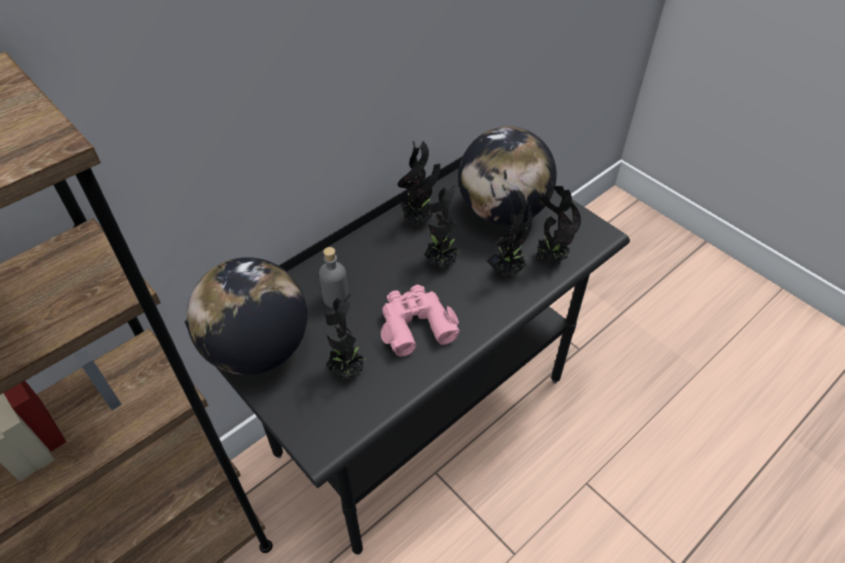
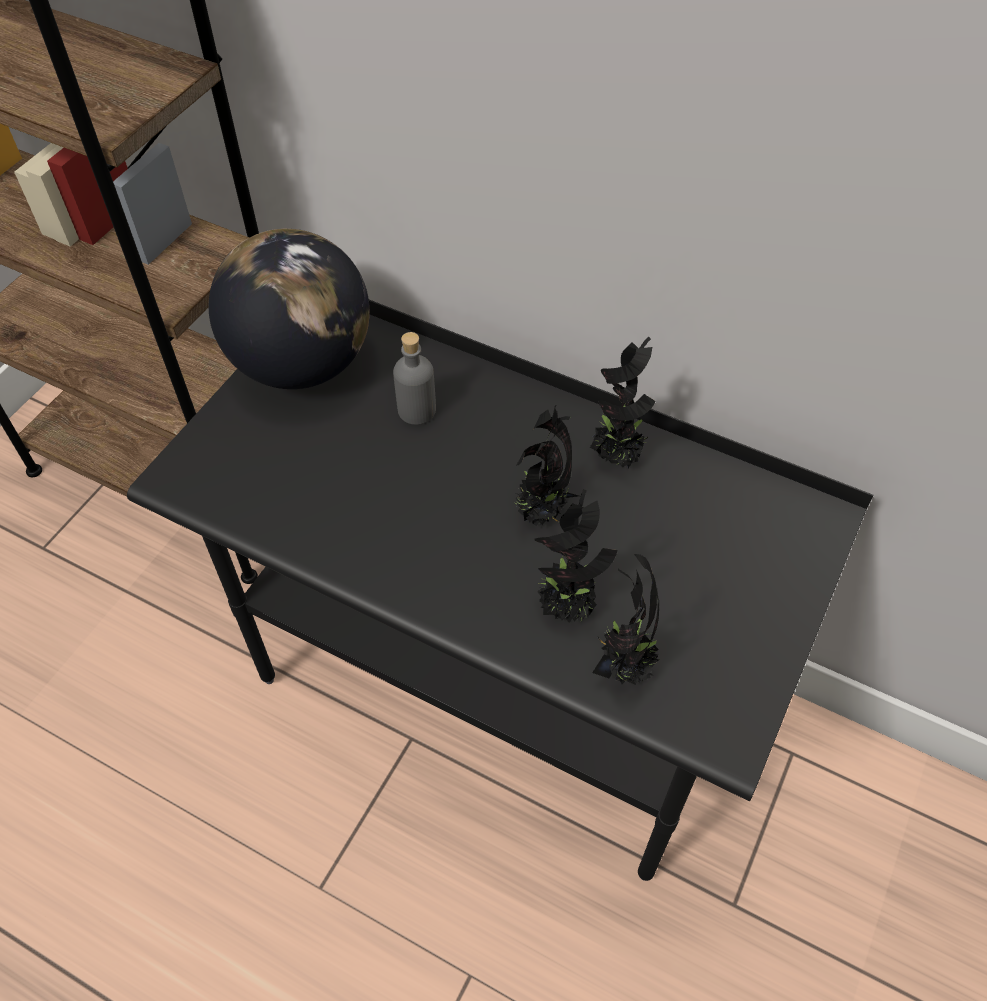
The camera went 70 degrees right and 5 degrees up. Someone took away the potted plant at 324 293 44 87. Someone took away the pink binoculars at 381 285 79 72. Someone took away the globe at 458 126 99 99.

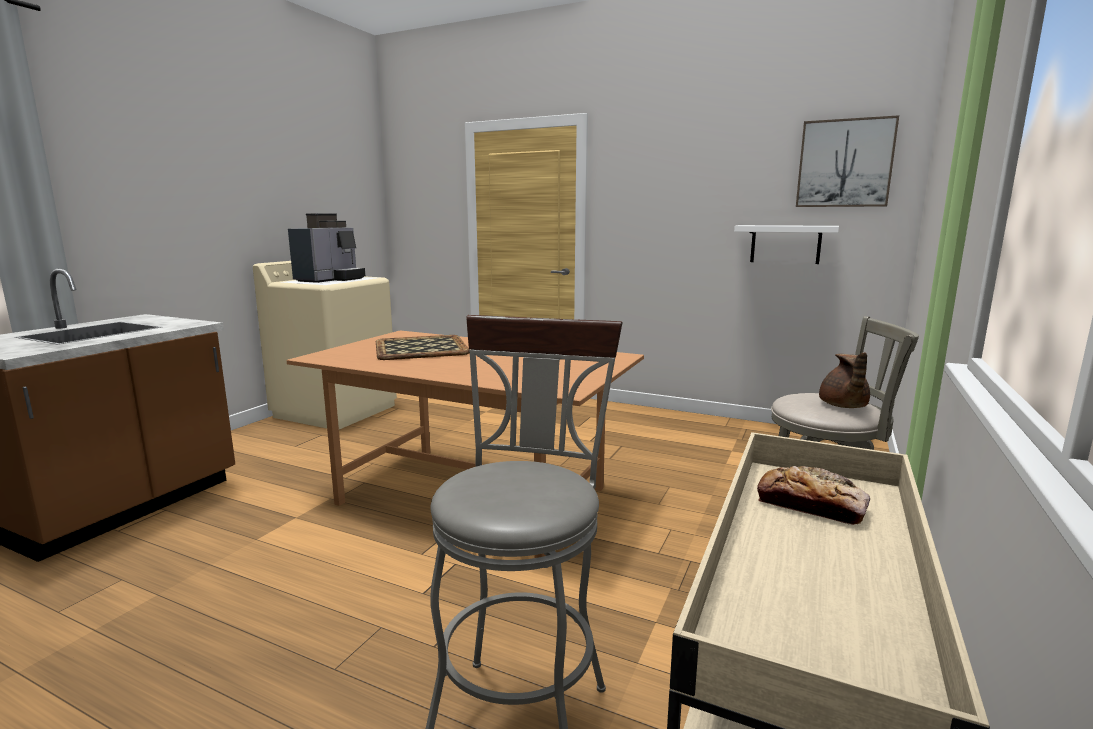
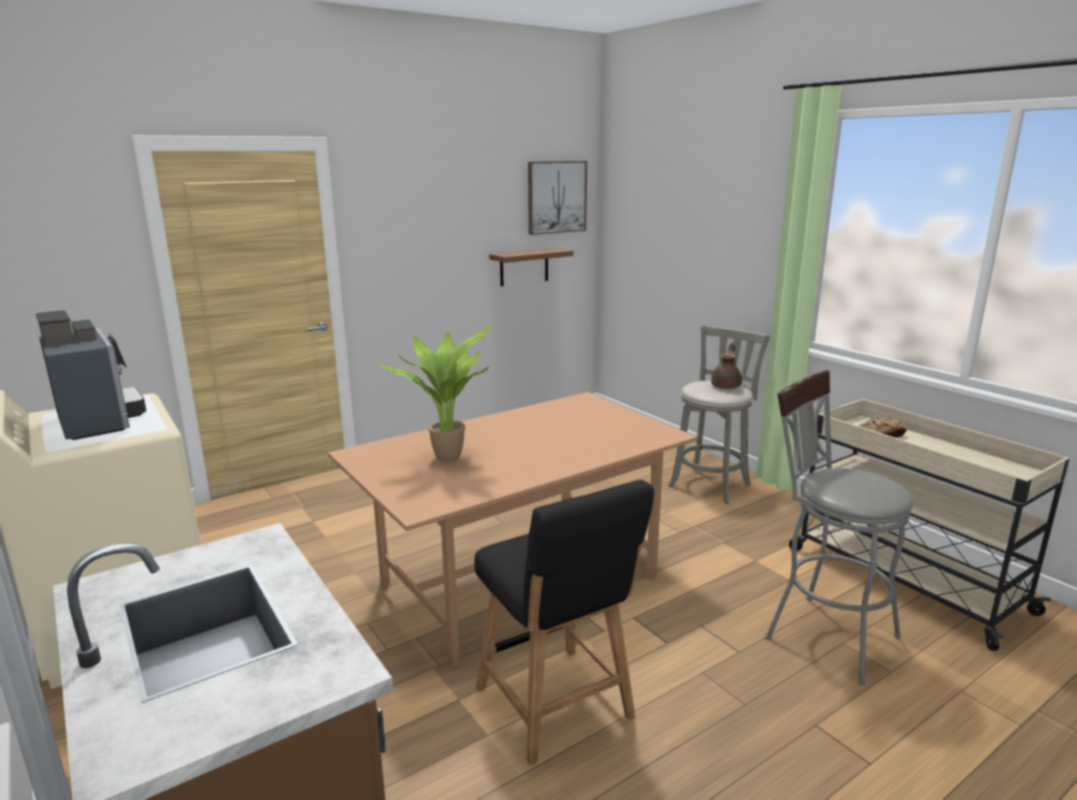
The camera went 60 degrees left and 5 degrees up. Someone swapped the tray at 376 335 94 25 for the potted plant at 380 322 113 140. Someone repainted the white shelf at 734 225 105 39, which became the brown shelf at 489 248 85 38. Someone rotated the brown teapot at 819 352 51 56 by 105 degrees counterclockwise. Someone put down the black chair at 474 480 180 286.

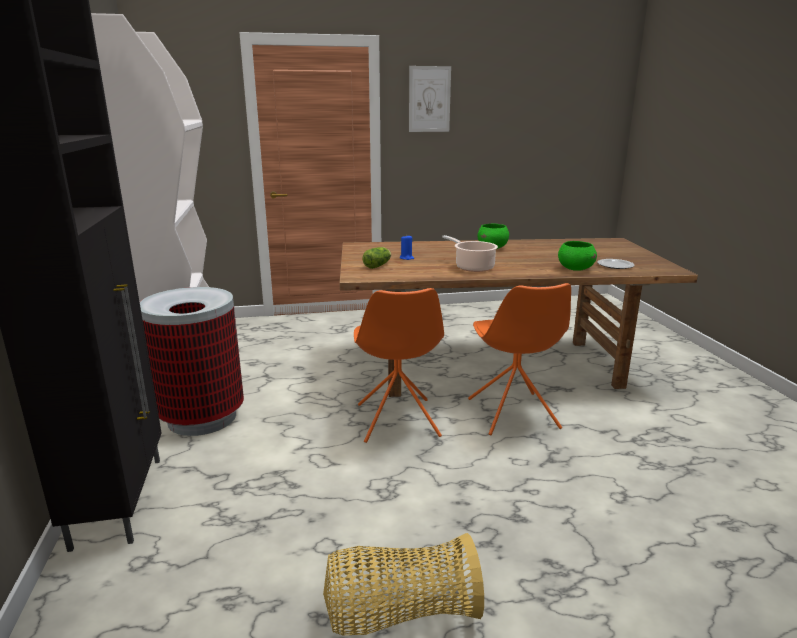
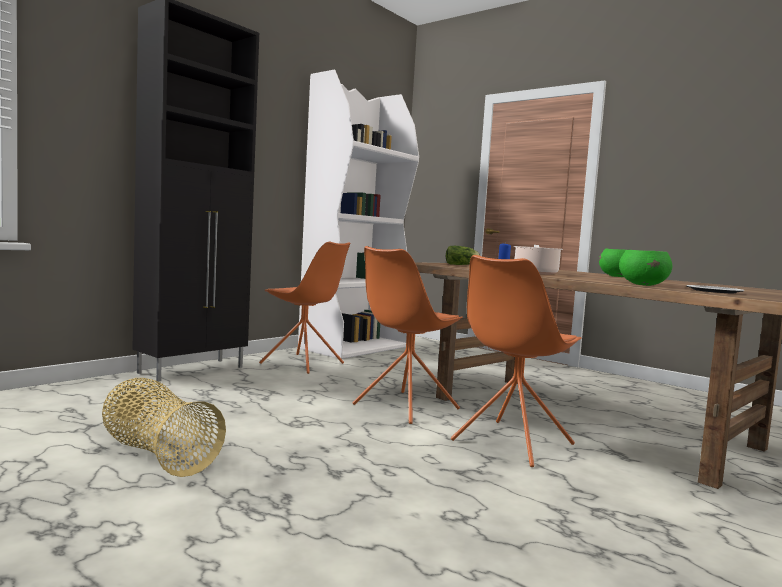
The camera went 50 degrees right and 15 degrees down. Someone swapped the trash can at 140 287 104 149 for the orange chair at 259 242 92 132. Someone took away the picture at 409 66 42 66.

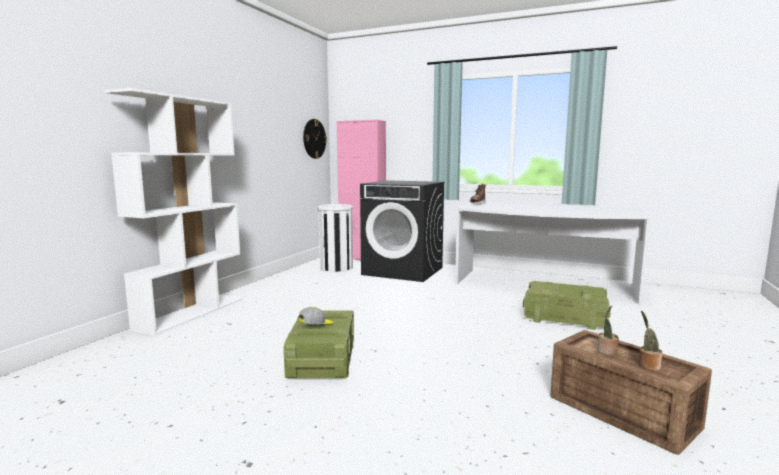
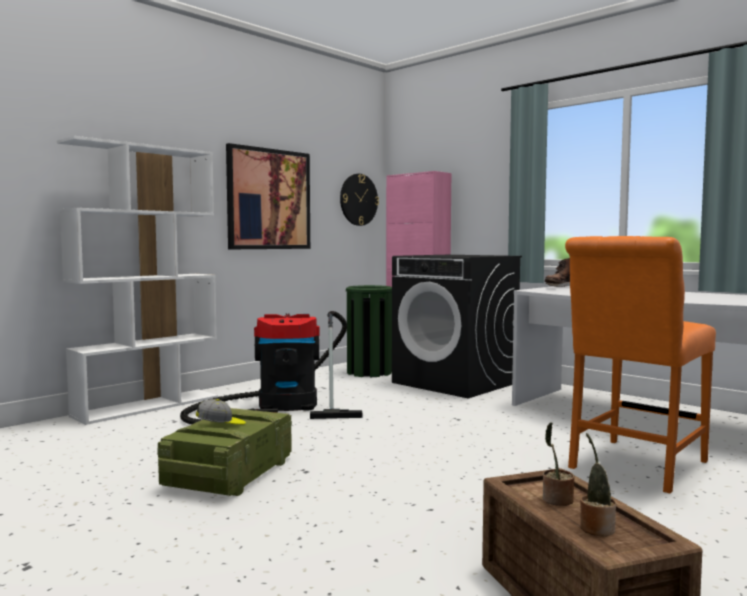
The camera went 20 degrees right and 5 degrees down. Someone repainted the white trash can at 317 204 36 68, which became the green trash can at 346 285 46 92. Someone swapped the crate at 523 281 88 49 for the orange chair at 565 236 151 257. Someone put down the vacuum cleaner at 180 311 182 114. Someone put up the picture at 226 143 84 106.

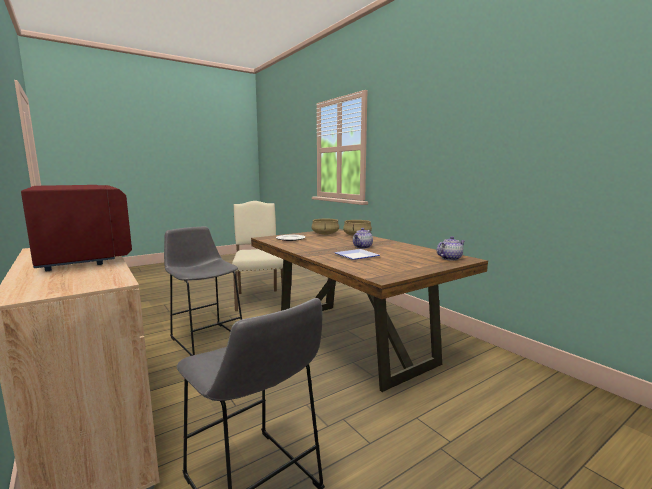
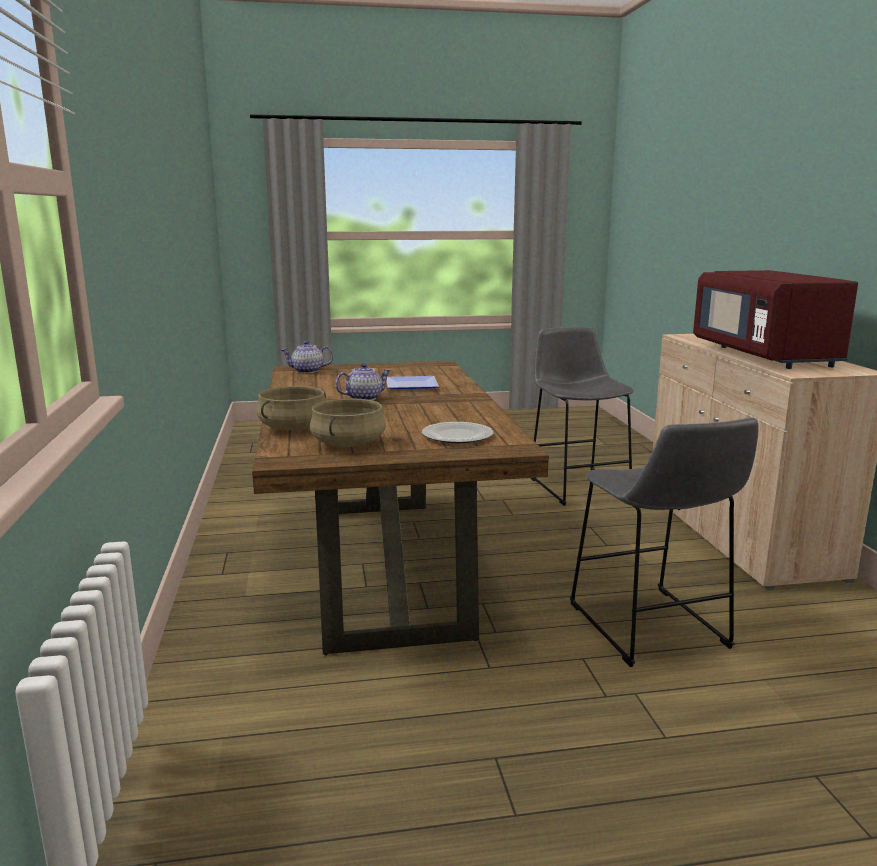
The camera went 155 degrees left and 5 degrees up. Someone took away the beige chair at 232 201 51 110.

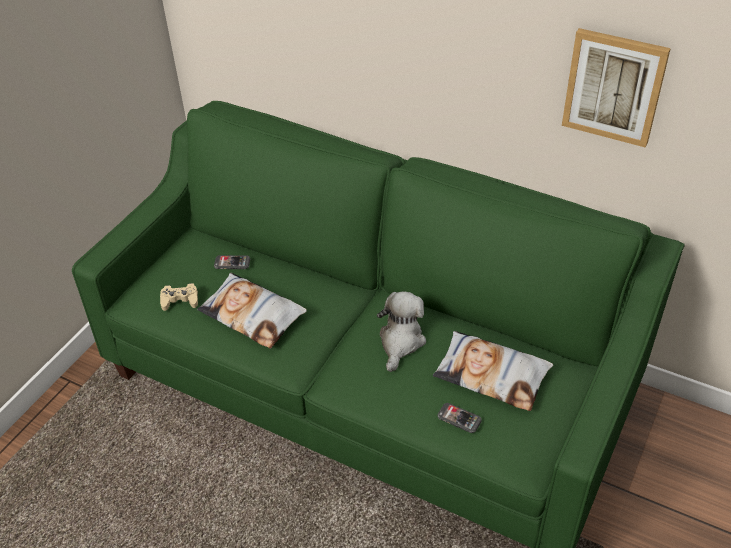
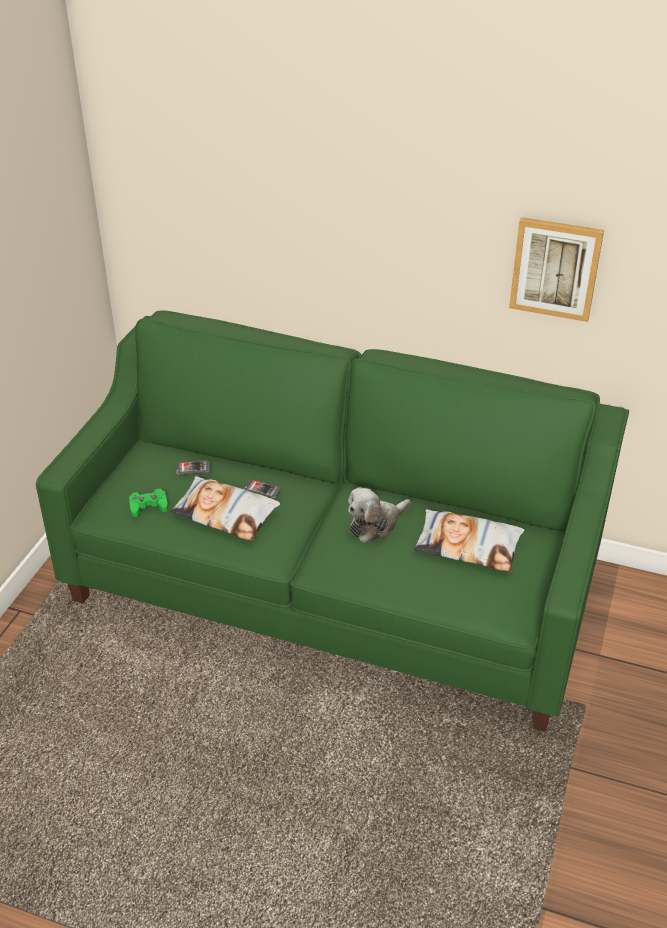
The camera went 10 degrees left and 5 degrees down. Someone repainted the beige game controller at 160 283 38 28, which became the green game controller at 129 488 39 29. Someone rotated the plush toy at 377 291 49 81 by 135 degrees counterclockwise. Someone carried the phone from 437 403 45 30 to 243 479 38 20.

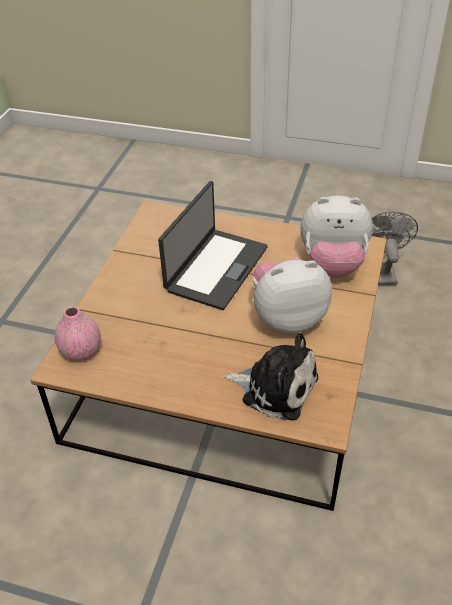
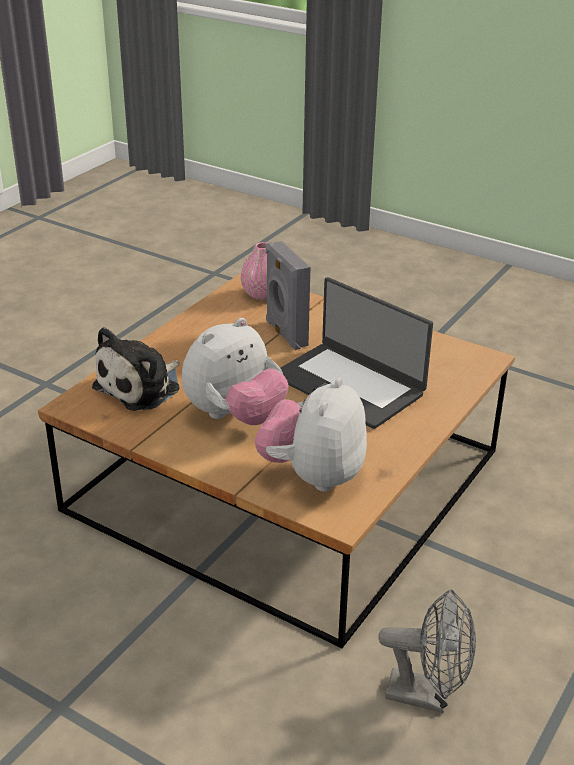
The camera went 105 degrees right and 10 degrees down. Someone rotated the plush toy at 252 257 80 76 by 45 degrees clockwise. Someone put down the grey speaker at 266 241 44 109.

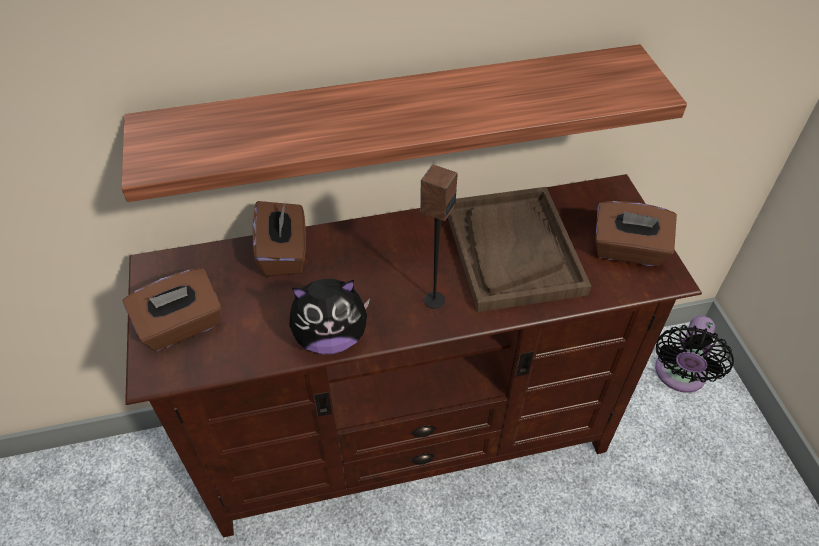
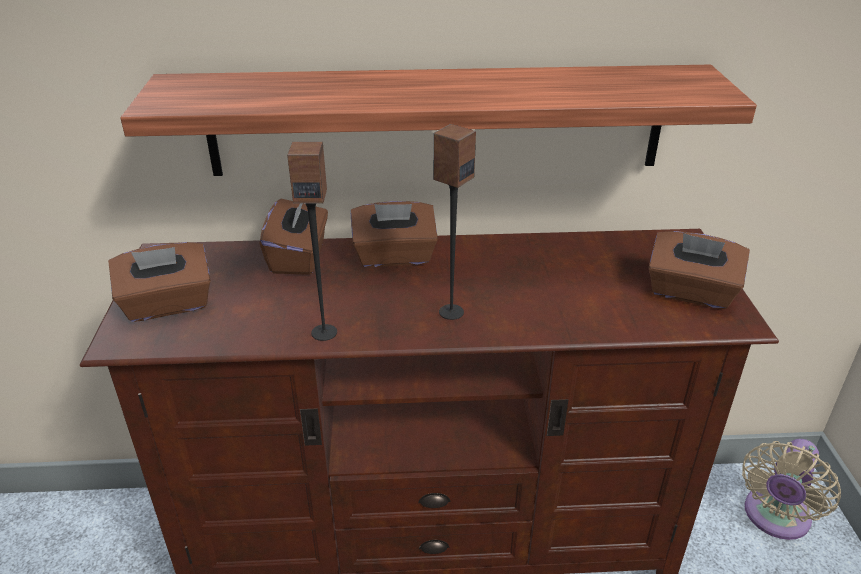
The camera went 10 degrees right and 15 degrees down. Someone swapped the plush toy at 290 279 80 75 for the speaker at 287 141 50 200. Someone took away the brown tray at 448 187 143 125. Someone repainted the black fan at 655 316 79 77, which became the beige fan at 742 439 99 101. Someone put down the brown tissue box at 351 201 87 66.

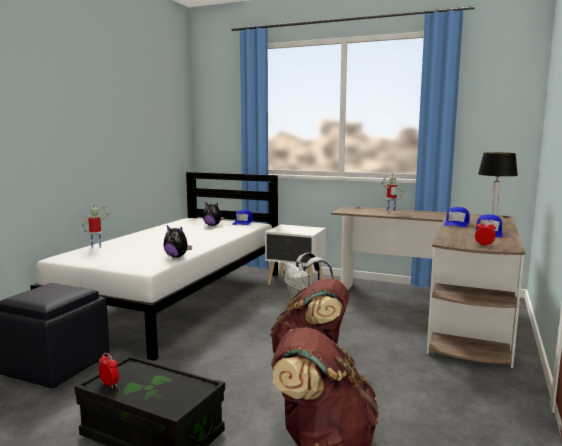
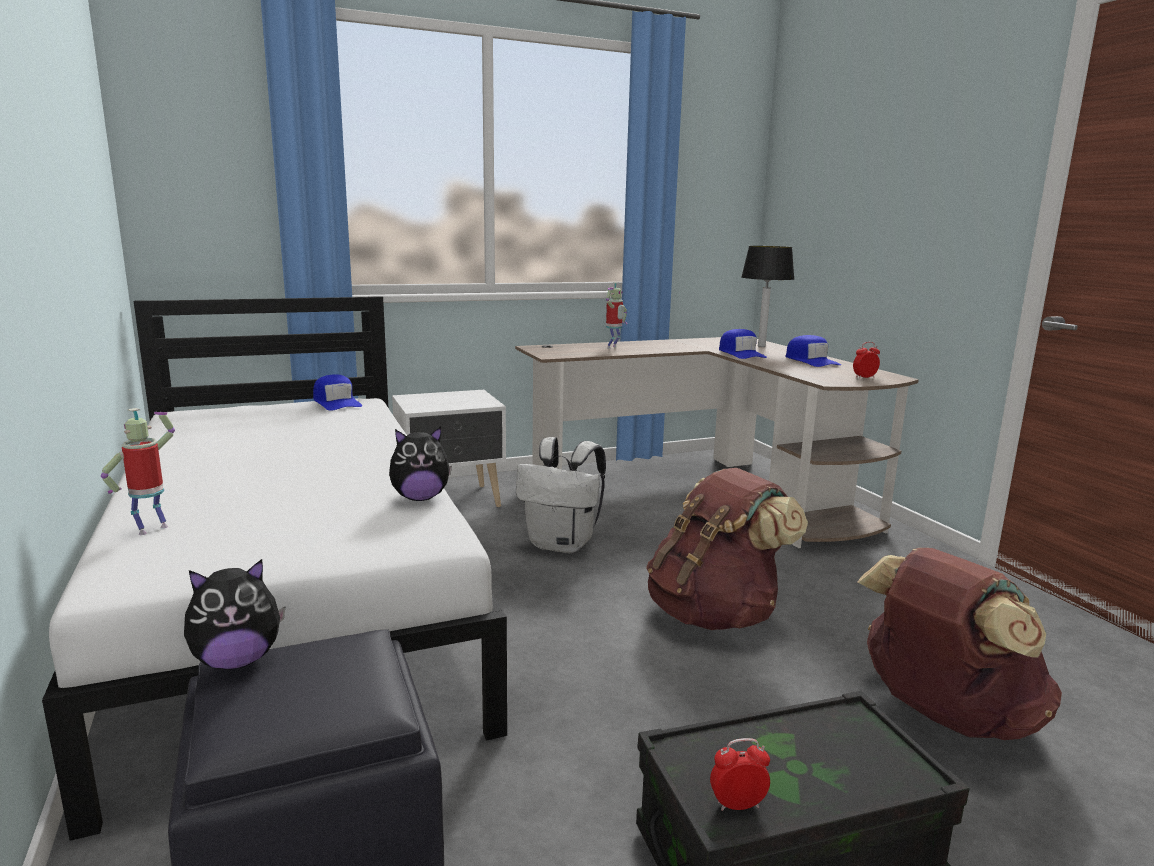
The camera went 45 degrees left and 5 degrees up. Someone carried the plush toy from 203 202 22 24 to 184 559 102 110.

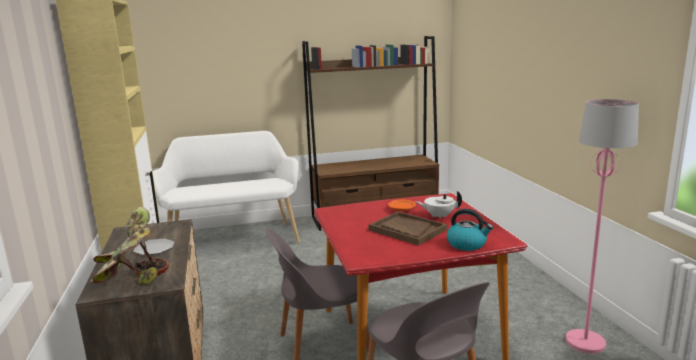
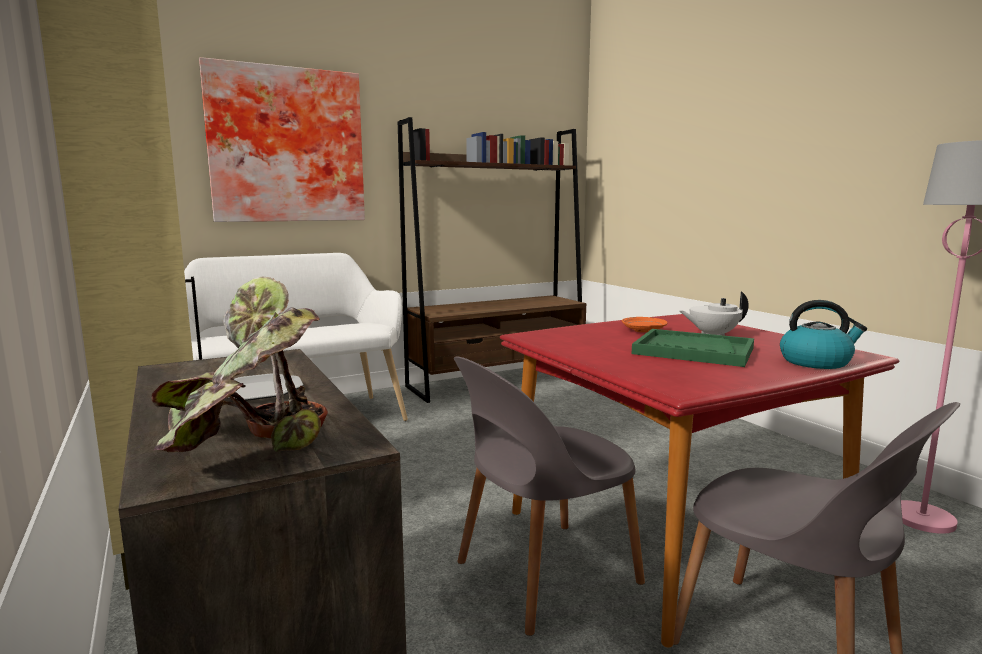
The camera went 15 degrees left and 5 degrees down. Someone repainted the brown tray at 369 211 78 34, which became the green tray at 632 329 122 38. Someone put up the picture at 199 57 166 165.

